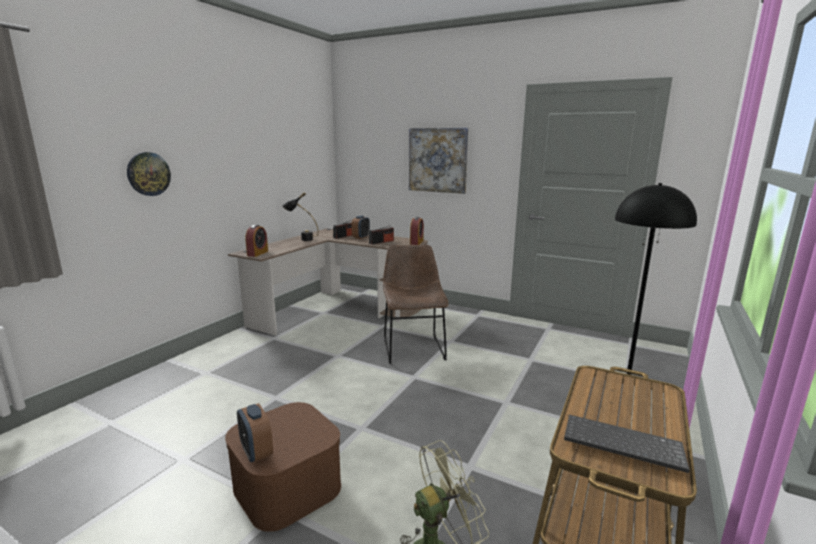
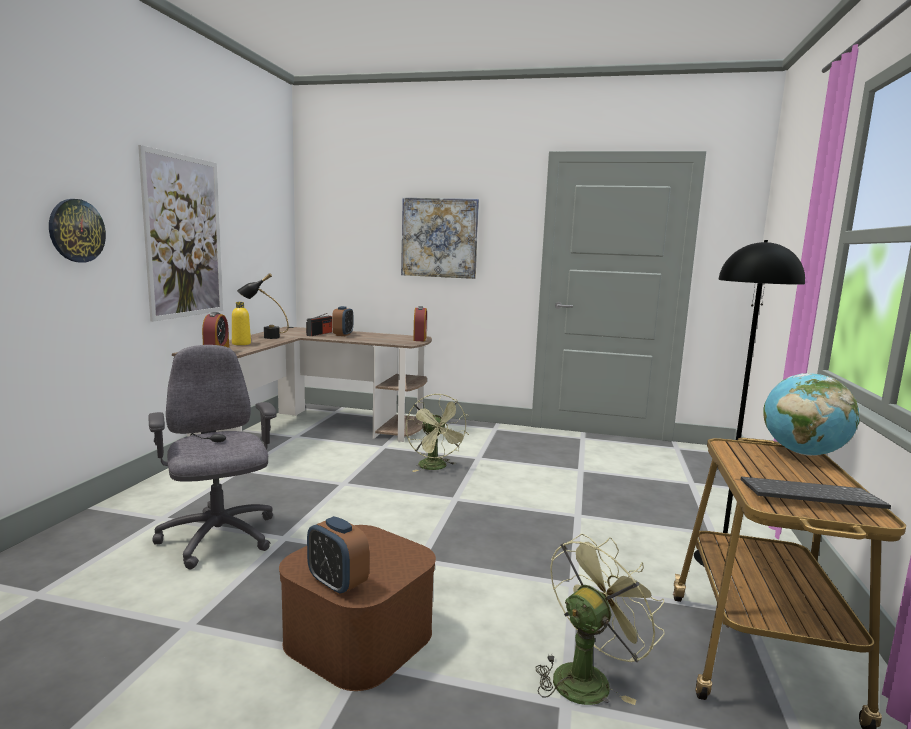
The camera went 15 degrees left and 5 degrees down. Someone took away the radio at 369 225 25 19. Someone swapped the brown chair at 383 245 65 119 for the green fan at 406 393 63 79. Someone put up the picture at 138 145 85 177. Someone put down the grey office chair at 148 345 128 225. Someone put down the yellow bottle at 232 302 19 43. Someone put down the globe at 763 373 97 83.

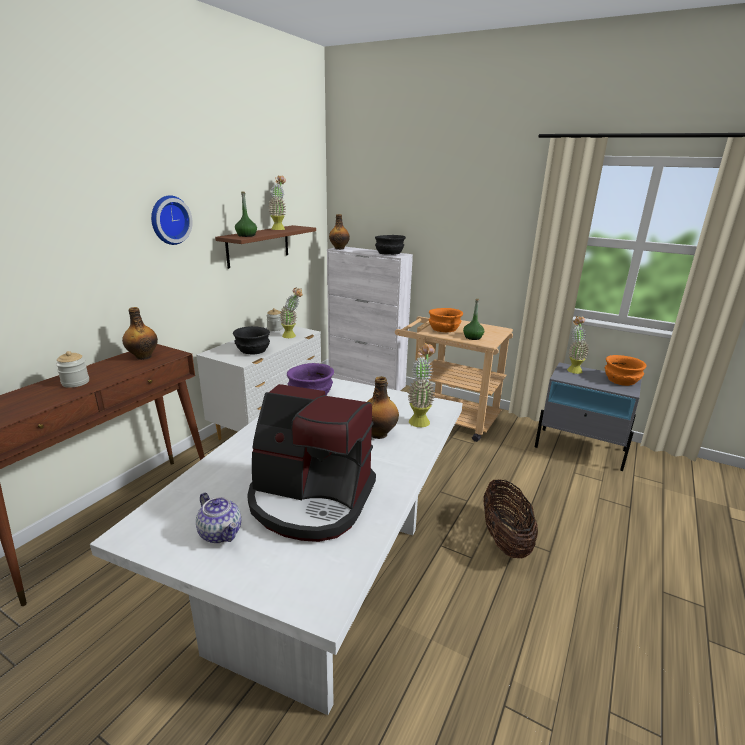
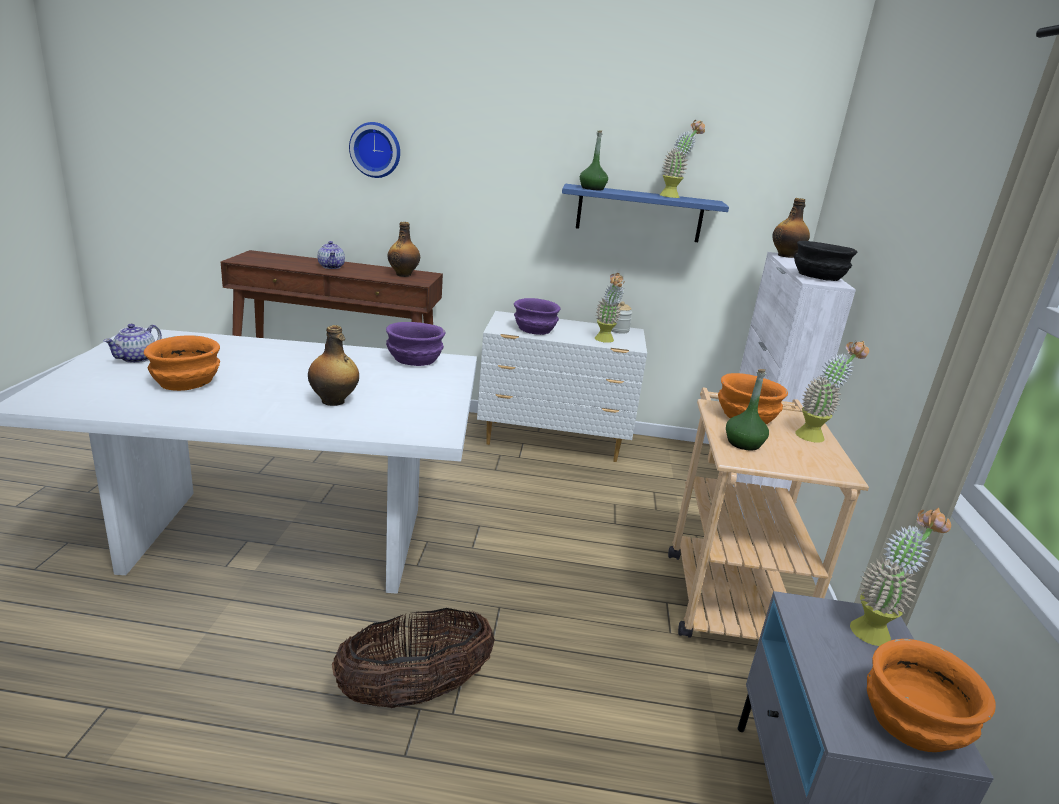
The camera went 65 degrees right and 0 degrees up. Someone swapped the jar at 56 351 33 37 for the teapot at 318 241 27 28. Someone carried the wall clock from 151 195 42 50 to 349 122 51 56. Someone repainted the brown shelf at 215 225 101 44, which became the blue shelf at 562 184 167 58. Someone repainted the black bowl at 233 326 37 28, which became the purple bowl at 514 298 46 37. Someone swapped the coffee machine at 247 384 129 158 for the orange bowl at 144 335 76 56. Someone carried the potted plant from 408 343 27 84 to 795 341 74 102.

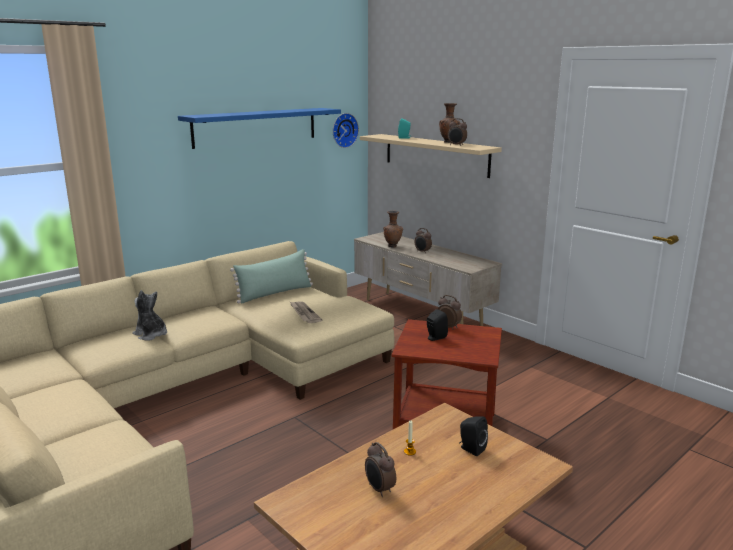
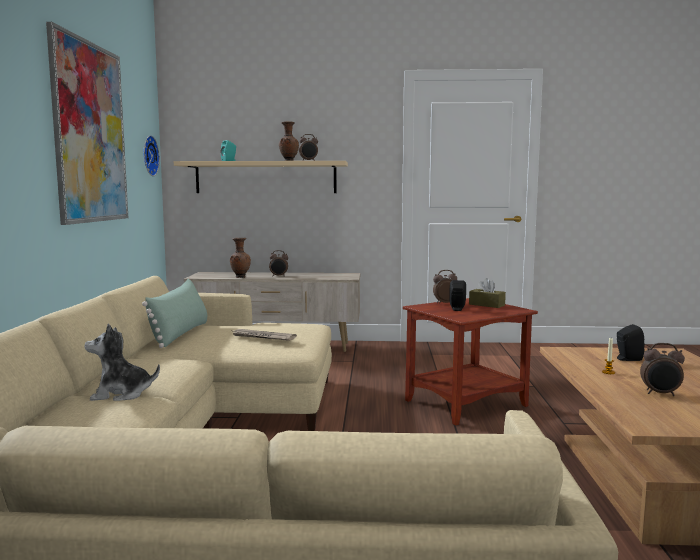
The camera went 45 degrees left and 10 degrees down. Someone swapped the blue shelf at 178 108 163 41 for the picture at 46 22 82 203. Someone put down the brown tissue box at 469 278 37 30.

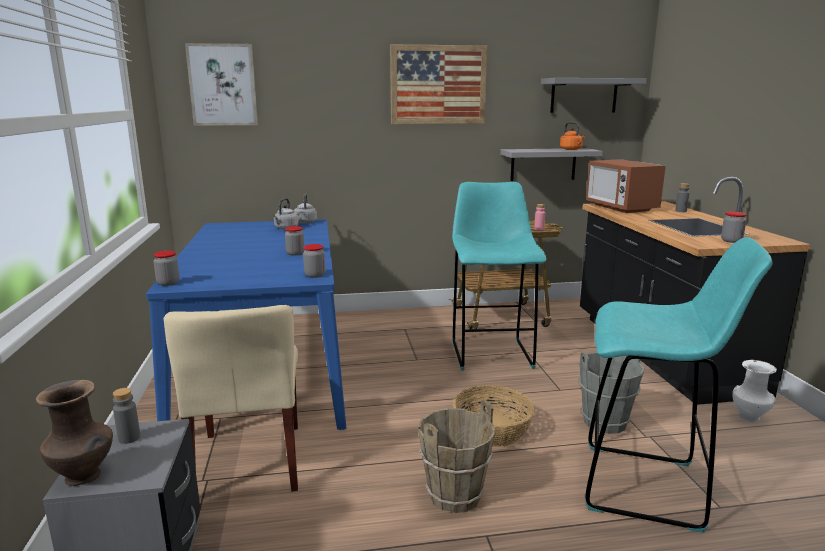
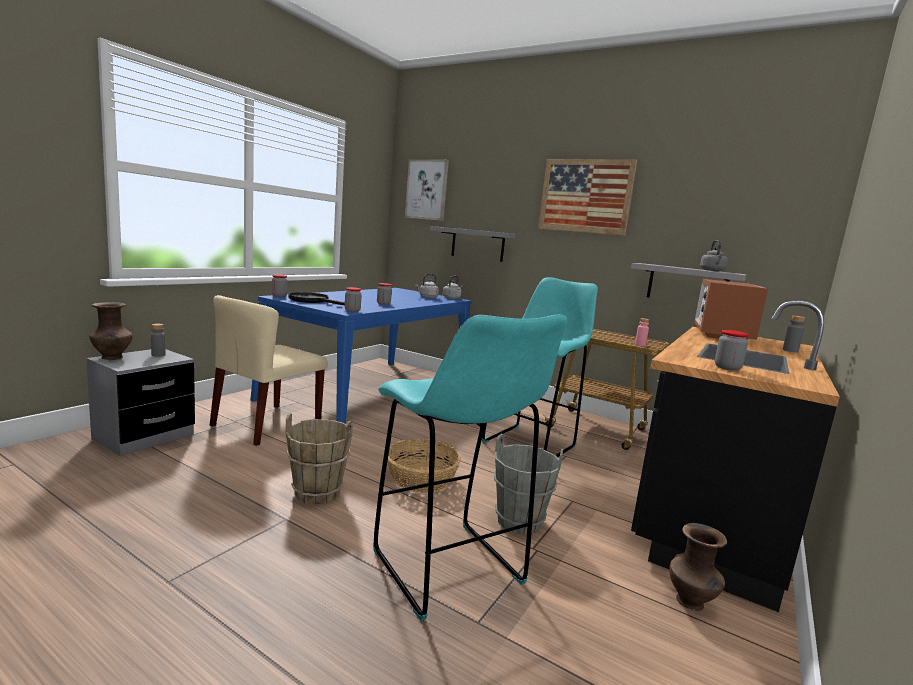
The camera went 40 degrees right and 5 degrees down. Someone carried the grey shelf from 541 78 106 35 to 430 226 85 36. Someone repainted the orange kettle at 560 122 25 28, which became the grey kettle at 700 240 28 31. Someone repainted the white vase at 732 360 45 62, which became the brown vase at 669 523 58 88. Someone put down the black frying pan at 289 292 56 13.

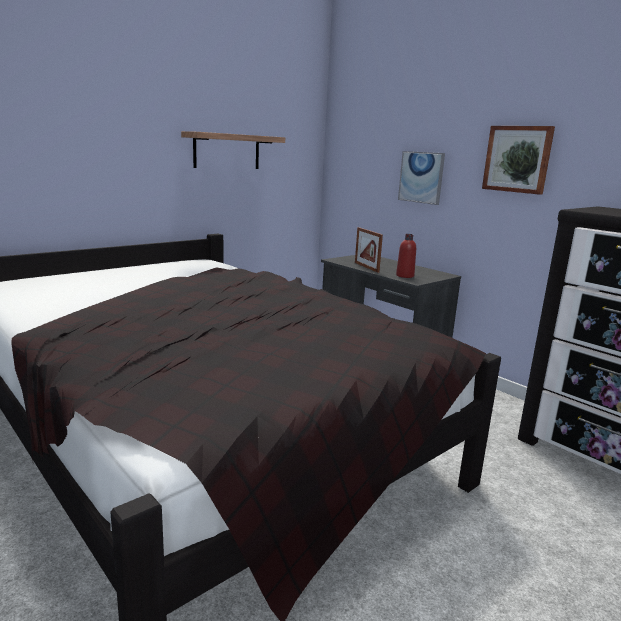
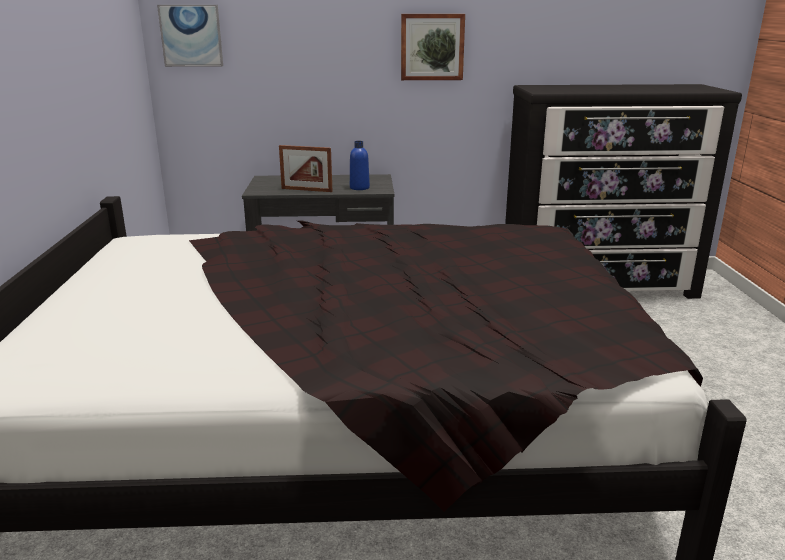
The camera went 50 degrees left and 5 degrees up. Someone took away the shelf at 181 131 104 38. Someone repainted the red bottle at 396 234 20 44, which became the blue bottle at 350 141 20 49. Someone carried the picture from 398 151 47 54 to 157 5 66 62.

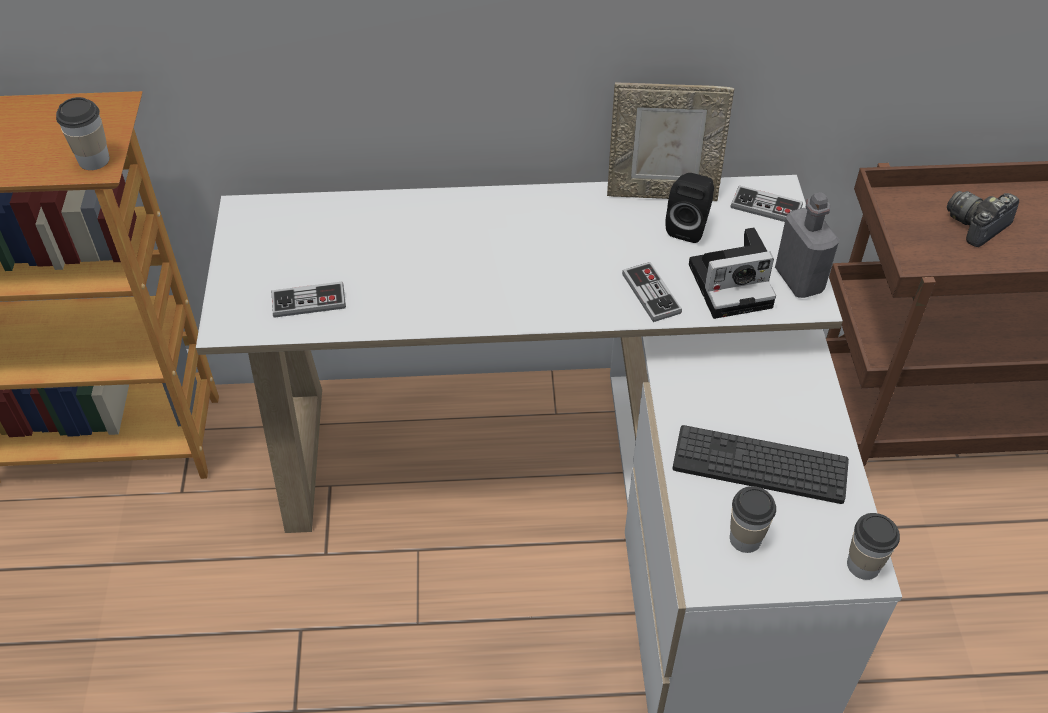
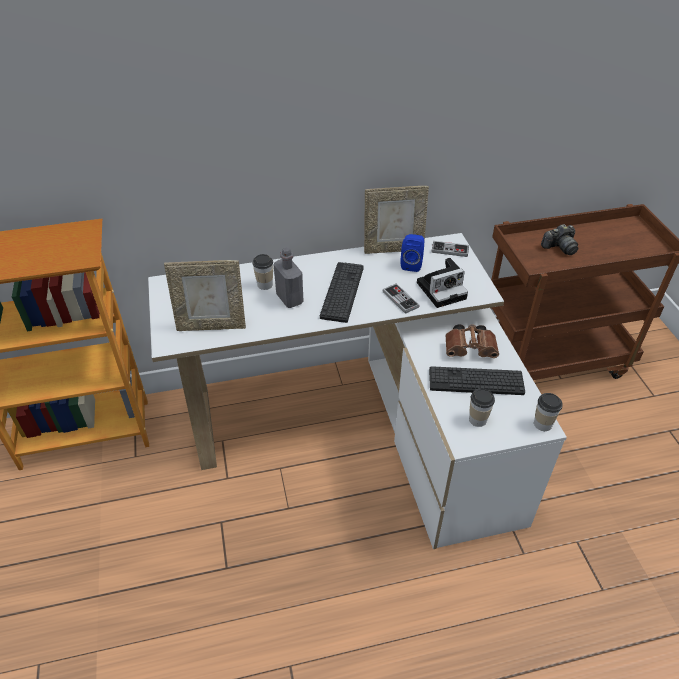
The camera went 10 degrees left and 5 degrees down. Someone carried the cup from 56 97 54 73 to 252 254 21 36. Someone swapped the game controller at 272 282 74 36 for the picture frame at 164 260 82 71. Someone repainted the black speaker at 665 173 49 70, which became the blue speaker at 400 234 24 38. Someone carried the grey bottle from 775 192 64 106 to 274 247 30 61. Someone rotated the photo camera at 947 191 72 56 by 150 degrees counterclockwise. Someone put down the keyboard at 320 262 44 61. Someone put down the brown binoculars at 445 324 54 34.

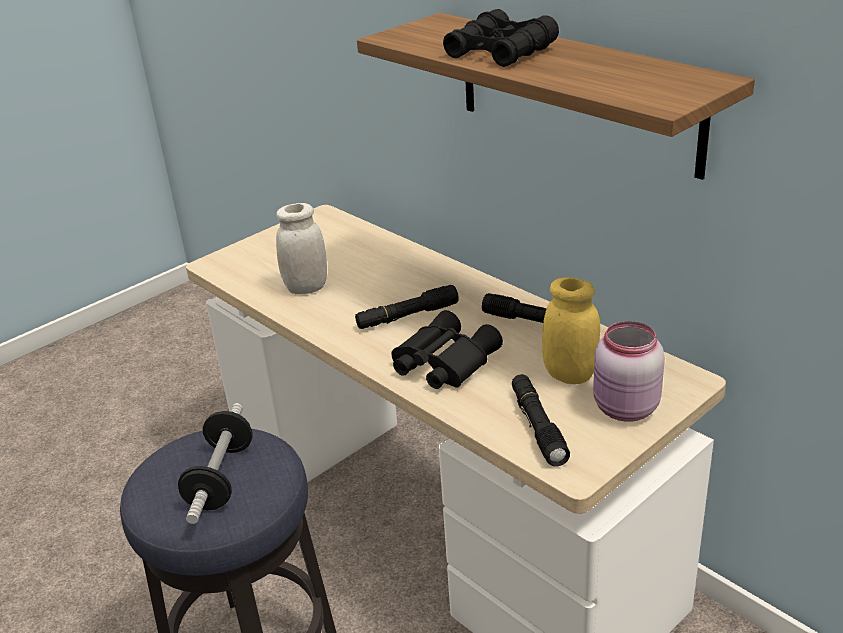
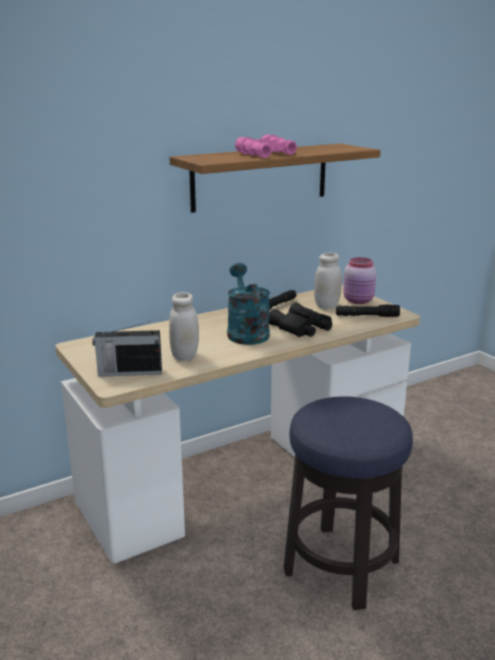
The camera went 80 degrees left and 10 degrees down. Someone took away the dumbbell at 178 403 75 121. Someone swapped the black flashlight at 355 285 104 44 for the turquoise watering can at 227 263 43 82. Someone repainted the black binoculars at 443 9 116 58, which became the pink binoculars at 235 134 62 24. Someone repainted the yellow jar at 542 277 58 107, which became the white jar at 314 253 28 56. Someone put down the radio at 92 322 70 55.

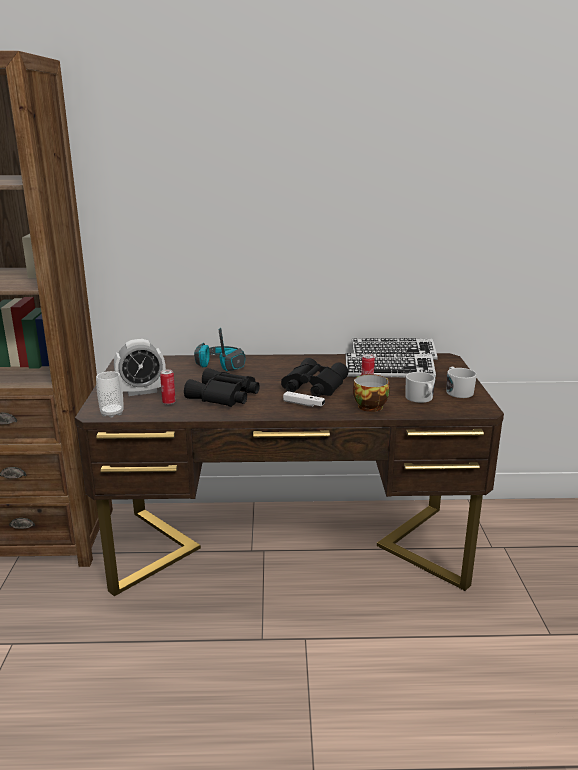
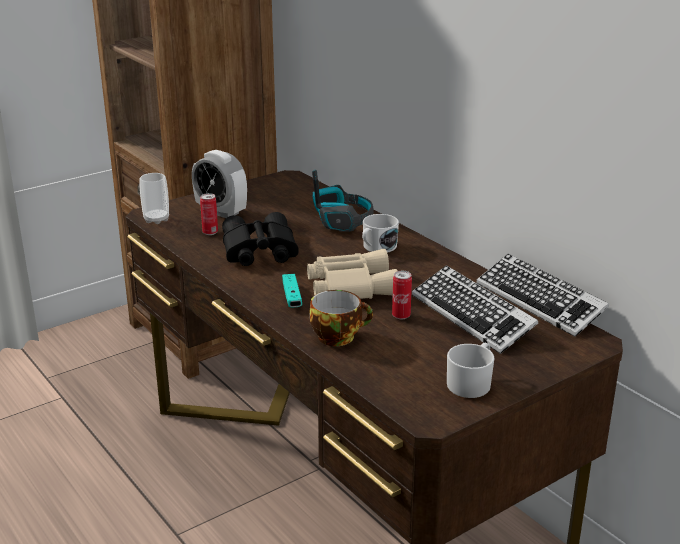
The camera went 55 degrees right and 5 degrees up. Someone repainted the black binoculars at 281 358 67 39, which became the beige binoculars at 307 249 91 50. Someone repainted the white game controller at 283 391 42 16, which became the turquoise game controller at 282 274 20 34. Someone carried the white mug from 405 372 30 31 to 362 214 37 39.

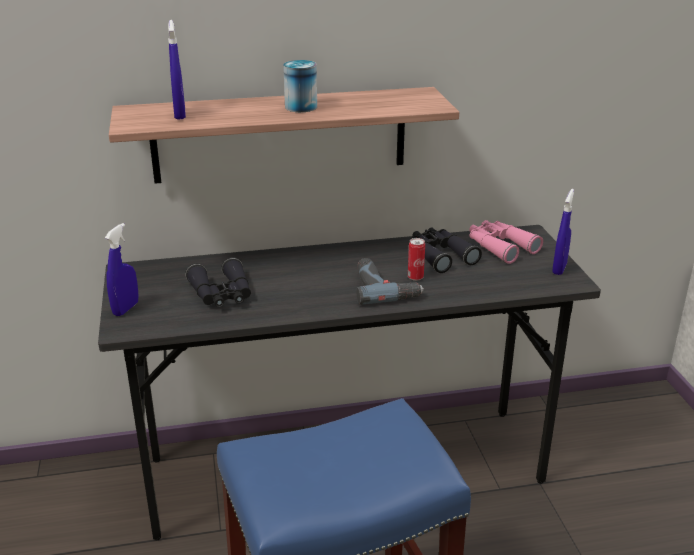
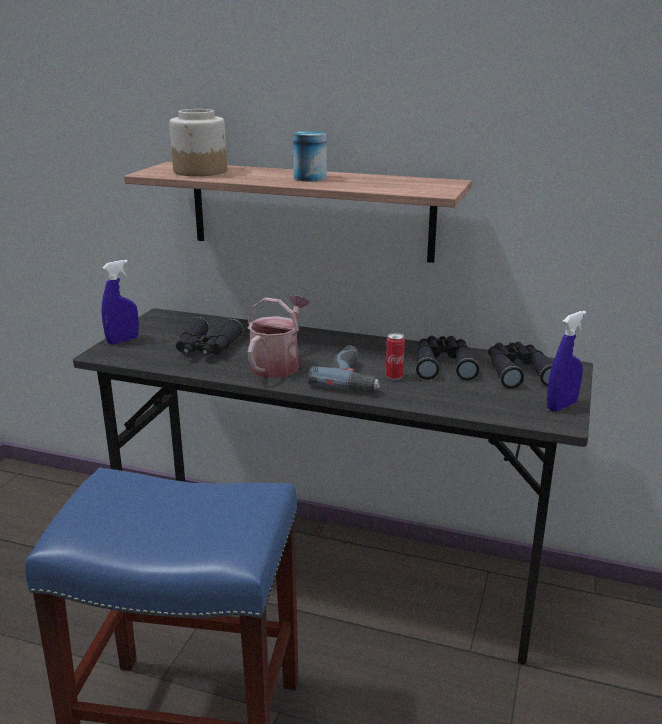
The camera went 30 degrees right and 5 degrees down. Someone swapped the blue spray bottle at 168 20 18 100 for the jar at 169 109 58 67. Someone repainted the pink binoculars at 469 220 74 44, which became the black binoculars at 488 342 65 47. Someone put down the watering can at 247 295 62 83.

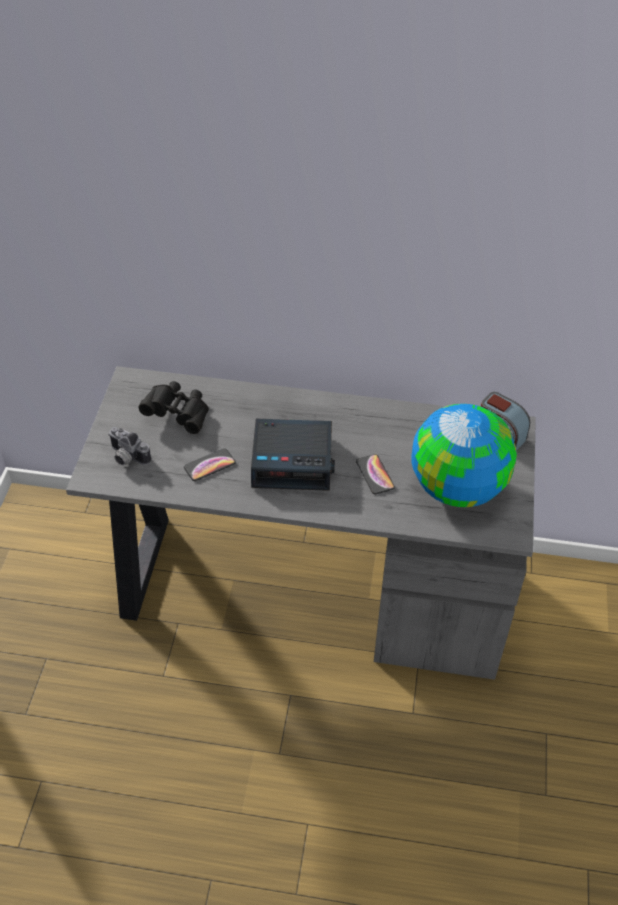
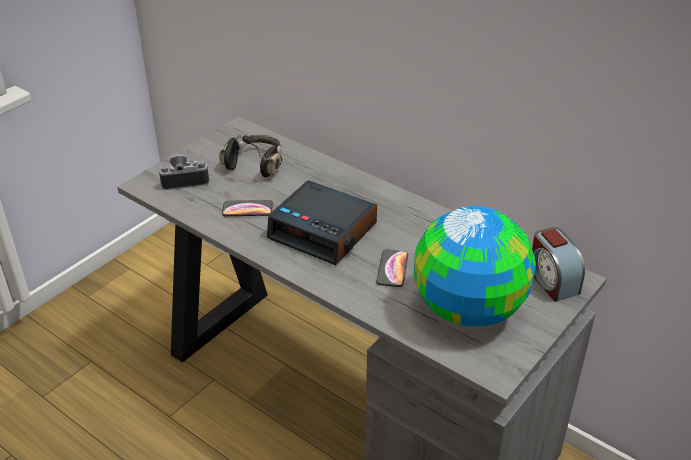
The camera went 30 degrees right and 10 degrees down. Someone rotated the photo camera at 108 427 43 38 by 105 degrees clockwise. Someone swapped the black binoculars at 139 381 70 53 for the black headphones at 219 135 63 42.

